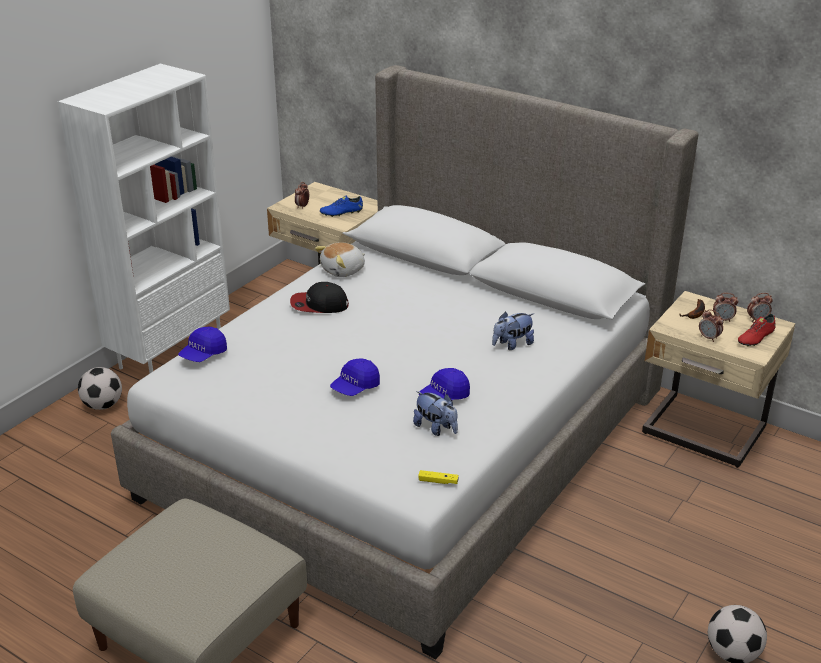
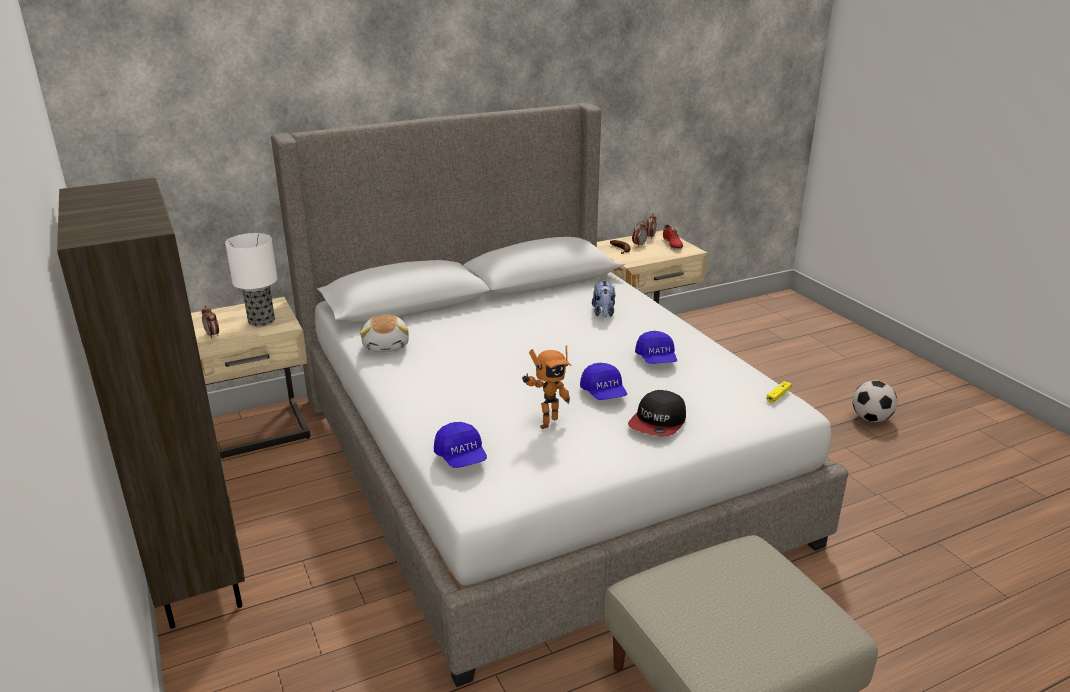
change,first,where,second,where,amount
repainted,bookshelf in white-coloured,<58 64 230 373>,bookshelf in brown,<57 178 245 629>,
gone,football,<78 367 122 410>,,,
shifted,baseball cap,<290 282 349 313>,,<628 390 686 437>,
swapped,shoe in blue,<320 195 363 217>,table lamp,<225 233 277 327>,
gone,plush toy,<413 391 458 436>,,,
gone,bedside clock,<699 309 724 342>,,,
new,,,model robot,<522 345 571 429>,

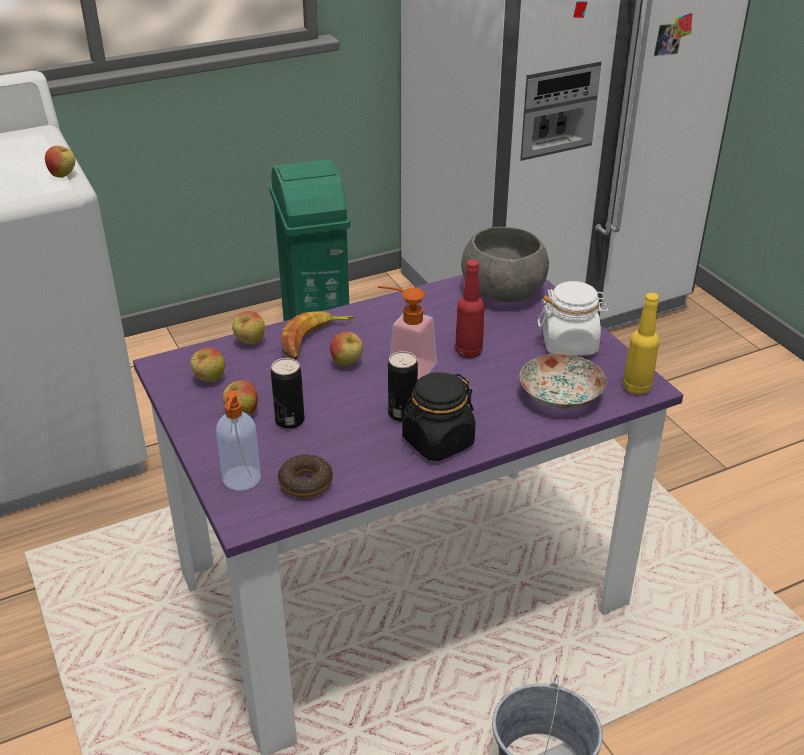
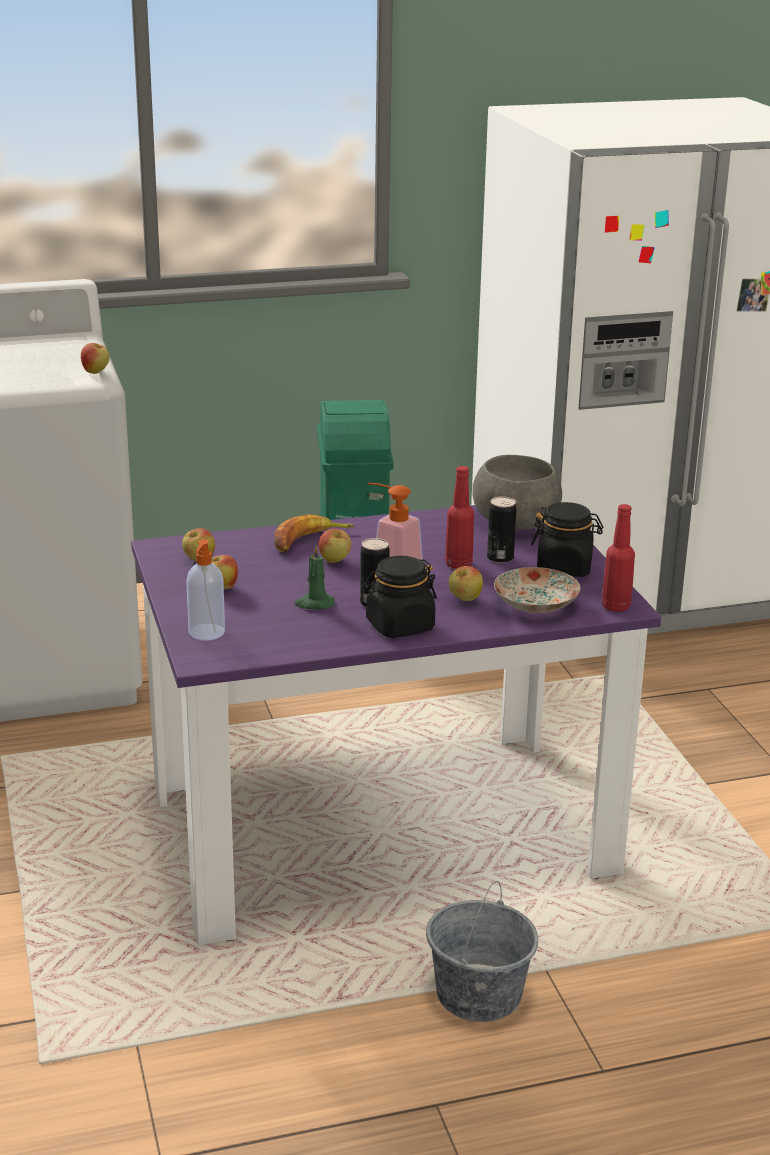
change,first,where,second,where,amount
shifted,apple,<232 311 265 344>,,<449 566 483 601>,
shifted,can,<271 358 305 429>,,<487 496 517 563>,
gone,ring doughnut,<278 455 333 498>,,,
repainted,storage jar in white-coloured,<538 281 610 356>,storage jar in black-coloured,<531 502 603 577>,
repainted,beverage bottle in yellow,<623 293 659 394>,beverage bottle in reddish,<602 504 635 612>,
new,,,candle in green-coloured,<294 545 335 610>,

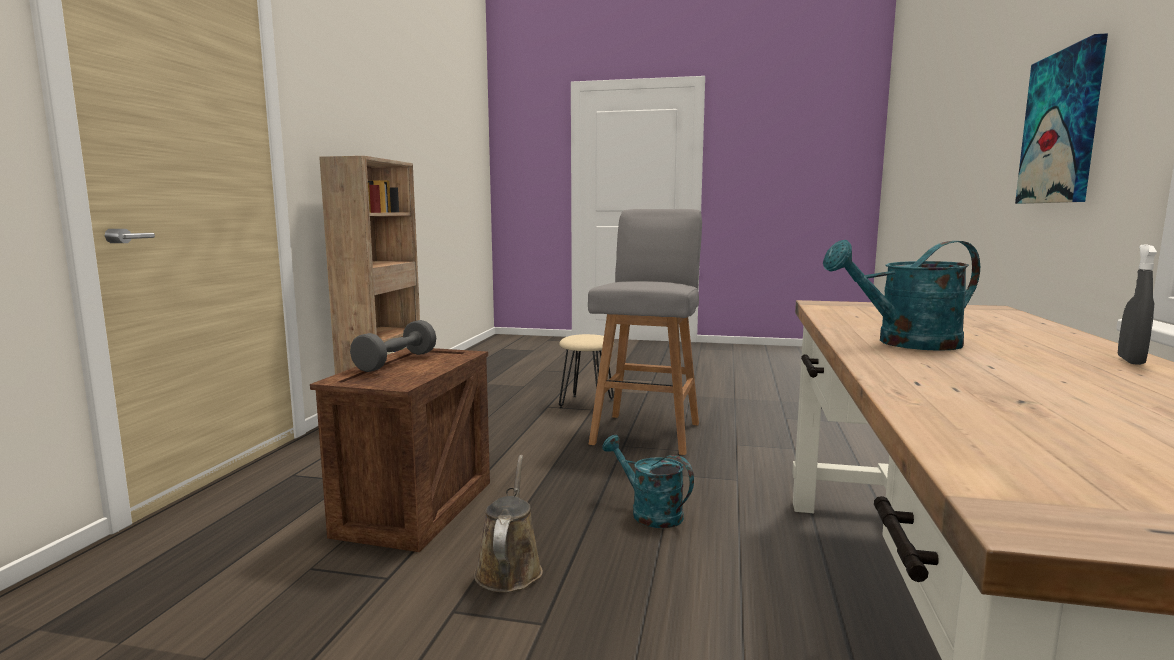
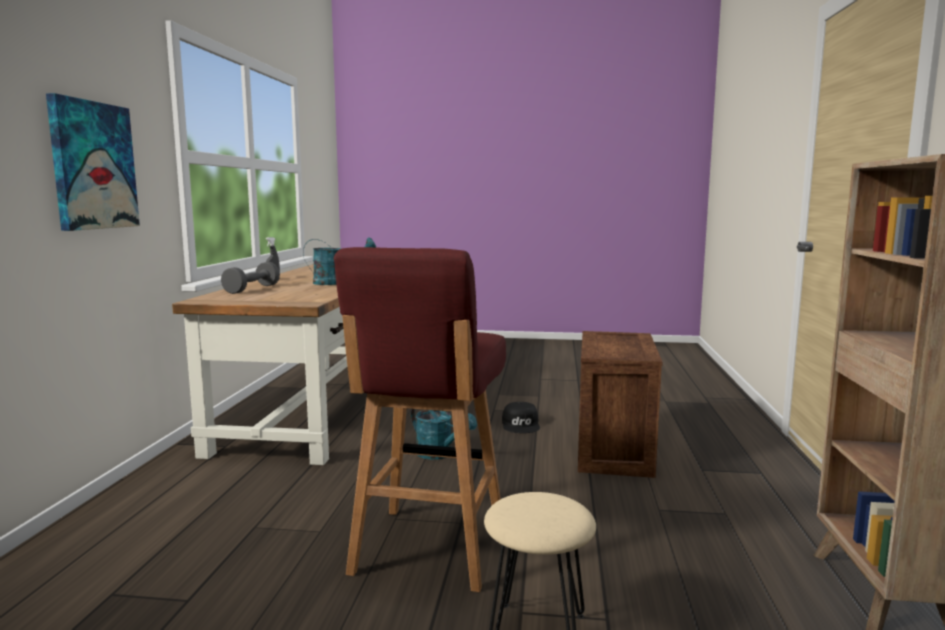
change,first,where,second,where,amount
shifted,hand weight in grey,<350 320 436 372>,,<221 262 280 294>,
swapped,watering can in brown,<474 455 543 592>,baseball cap in black-coloured,<502 402 540 433>,
repainted,stool seat in grey,<588 209 702 455>,stool seat in reddish,<334 247 506 592>,

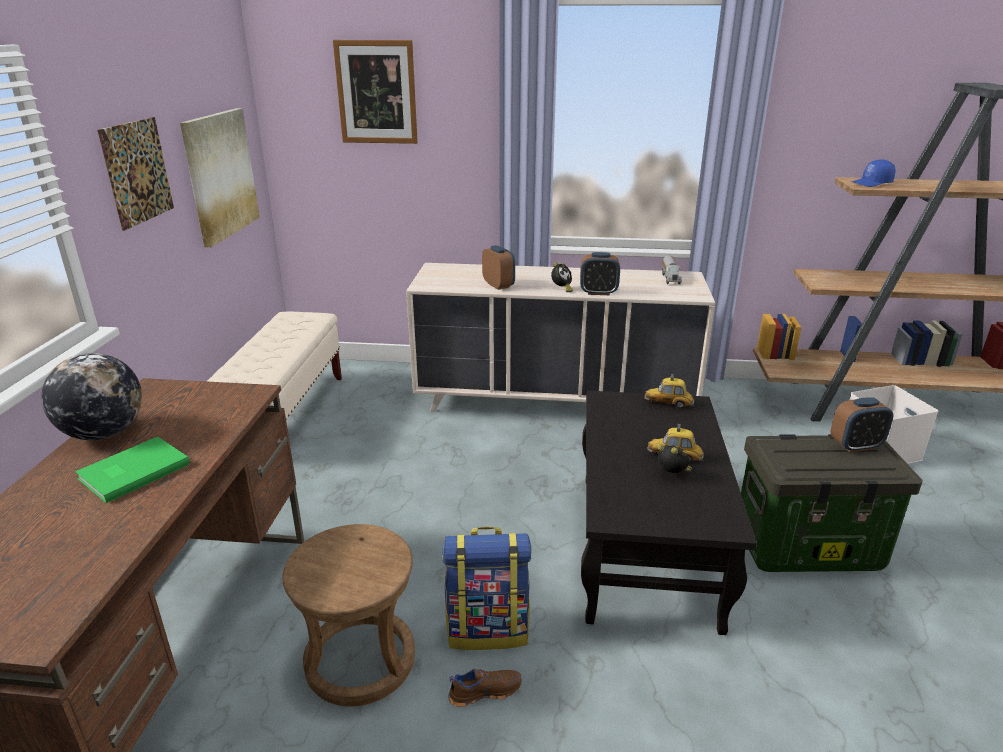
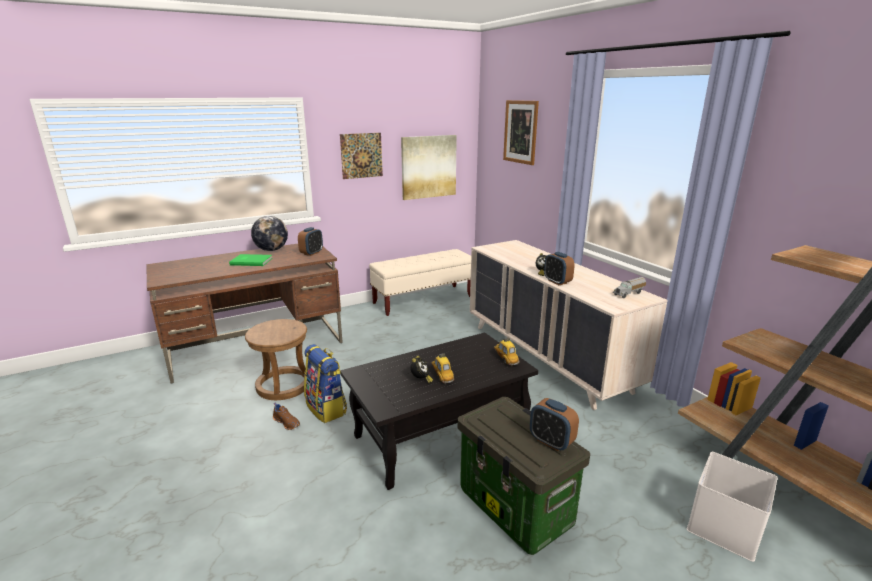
change,first,where,second,where,amount
shifted,bedside clock,<482 245 515 290>,,<298 227 323 256>,
gone,baseball cap in blue,<852 159 895 187>,,,

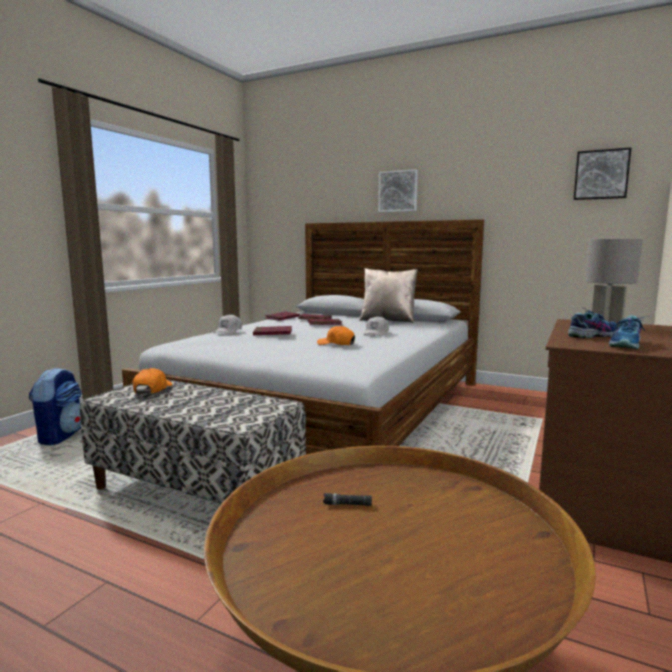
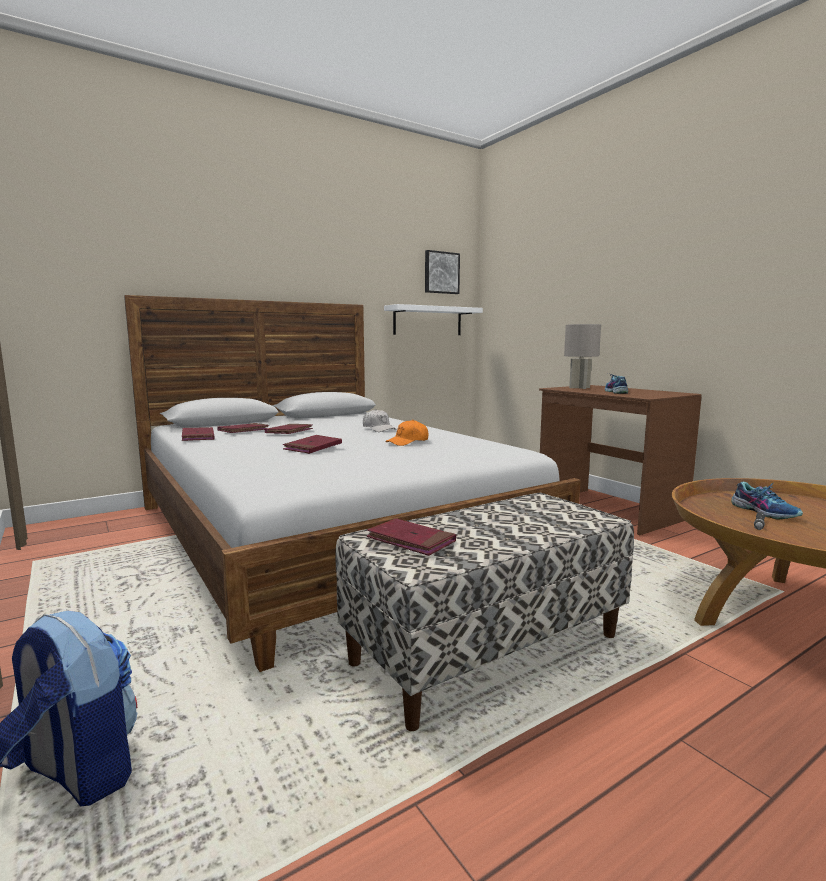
change,first,where,second,where,amount
swapped,baseball cap in orangey,<133 368 172 394>,book in reddish,<367 518 456 556>,
gone,baseball cap in white-coloured,<213 314 242 334>,,,
gone,throw pillow in sand-coloured,<359 268 418 323>,,,
gone,wall picture,<378 169 418 212>,,,
shifted,shoe,<609 315 648 350>,,<731 482 803 520>,
new,,,wall shelf in white-coloured,<384 304 483 335>,

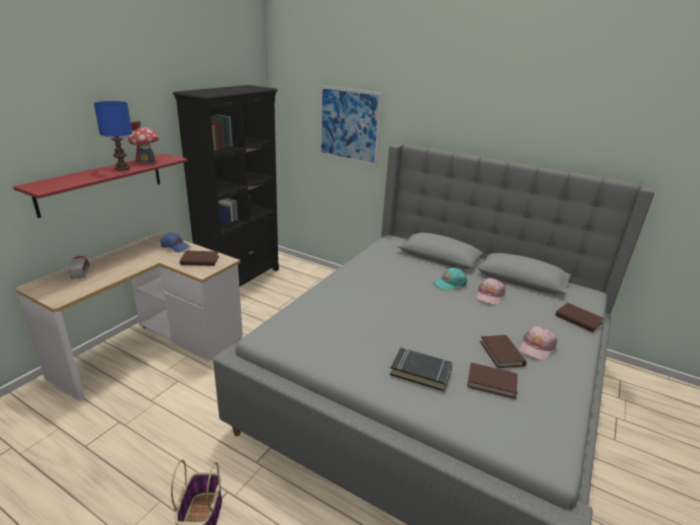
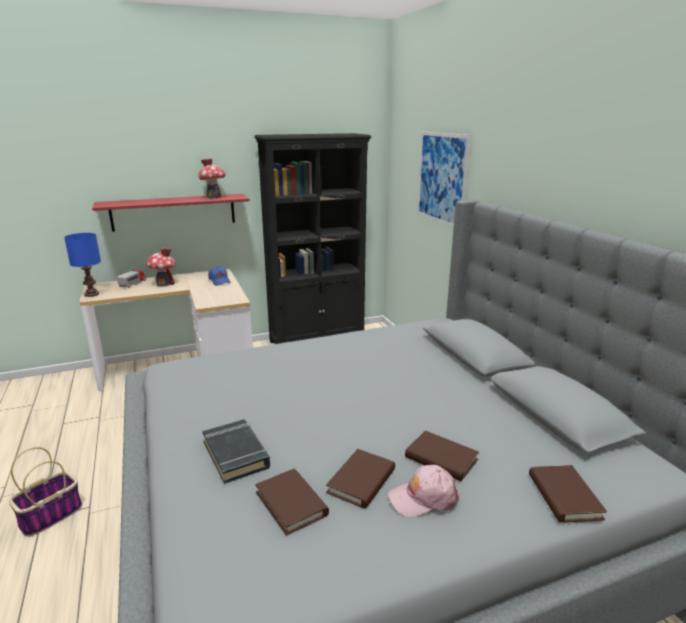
change,first,where,second,where,amount
shifted,table lamp in blue,<94 101 132 170>,,<64 233 101 297>,
shifted,book in brown,<180 251 219 266>,,<405 431 479 481>,
gone,baseball cap in turquoise-coloured,<433 267 467 291>,,,
gone,baseball cap in pink-coloured,<476 278 506 305>,,,
new,,,miniature house,<146 247 175 287>,

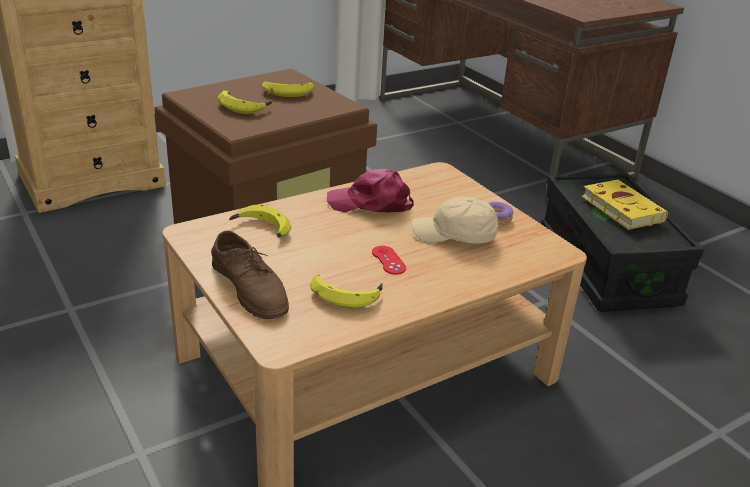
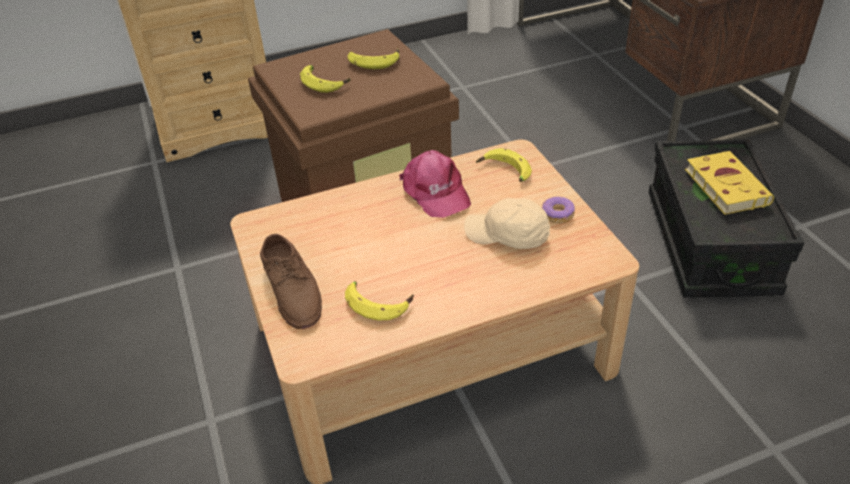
change,first,where,second,where,amount
shifted,whole banana,<229 204 291 238>,,<476 148 532 182>,
rotated,baseball cap in pink-coloured,<327 168 414 213>,,<399 150 471 218>,135 degrees counterclockwise
gone,gamepad in reddish,<372 246 406 275>,,,

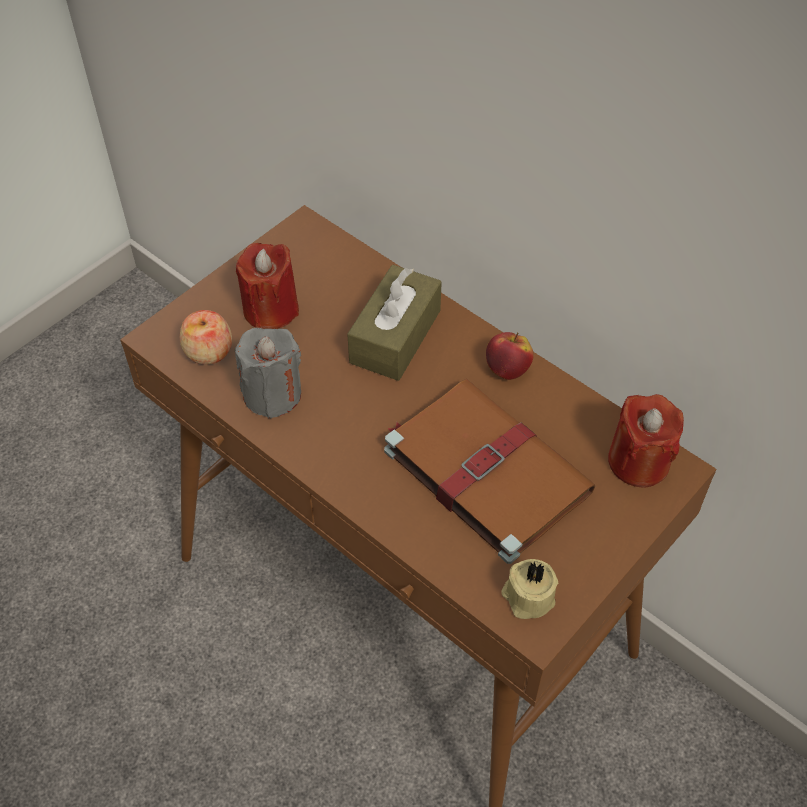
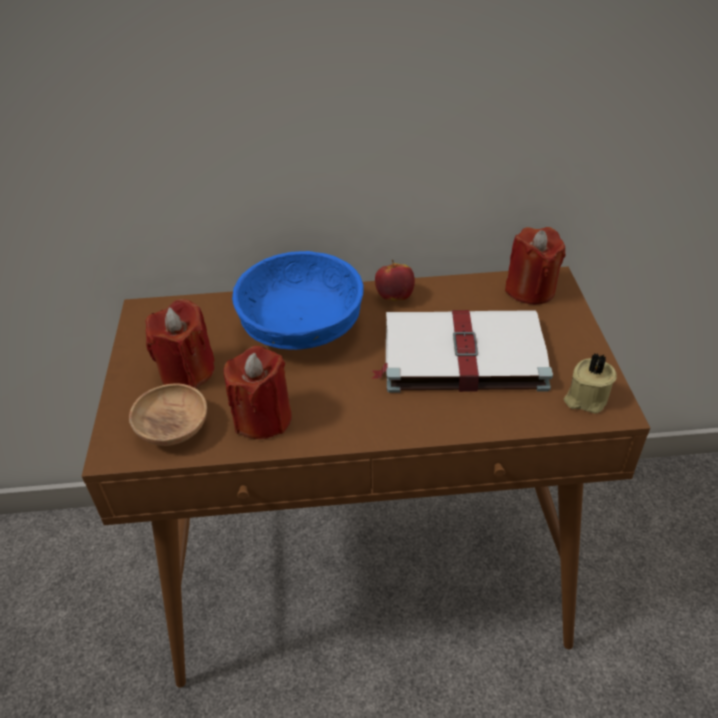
change,first,where,second,where,amount
swapped,apple,<179 310 232 365>,serving bowl in brown,<129 383 207 446>,
repainted,candle in grey,<235 328 301 419>,candle in reddish,<224 346 292 439>,
swapped,tissue holder in brown,<347 265 442 381>,serving bowl in blue,<232 251 363 350>,
repainted,book in brown,<384 379 596 564>,book in white-coloured,<371 310 553 393>,

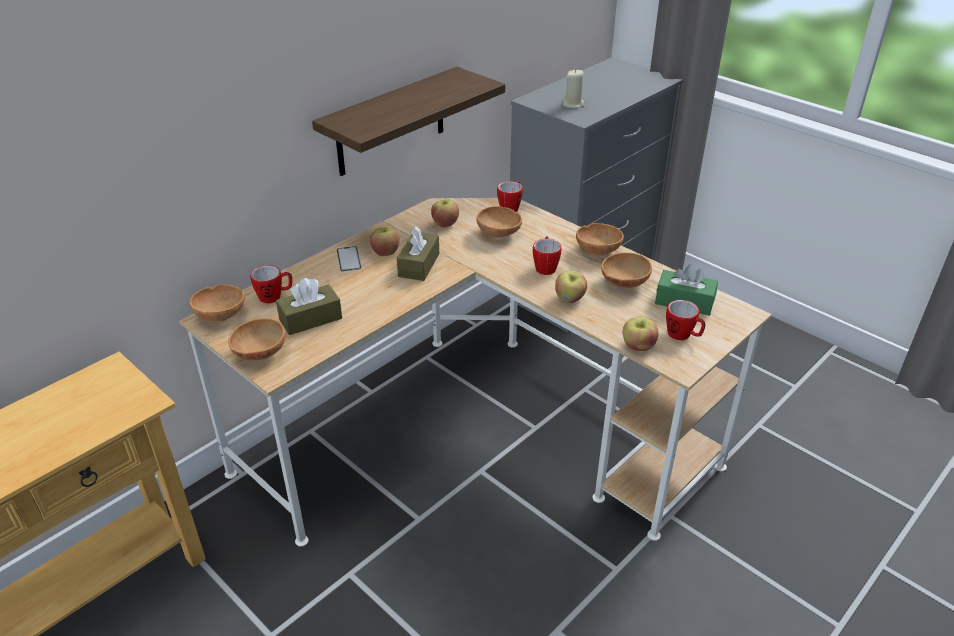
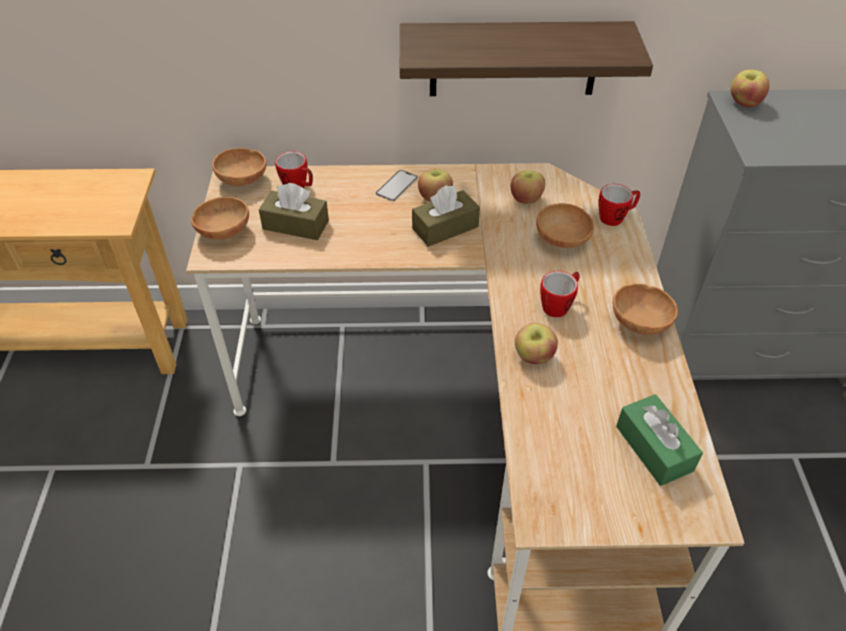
change,first,where,second,where,amount
gone,candle in sand-coloured,<563 69 584 108>,,,
gone,serving bowl in brown,<601 252 652 288>,,,
shifted,apple,<623 316 658 351>,,<731 69 770 108>,
gone,coffee mug,<666 300 705 340>,,,

